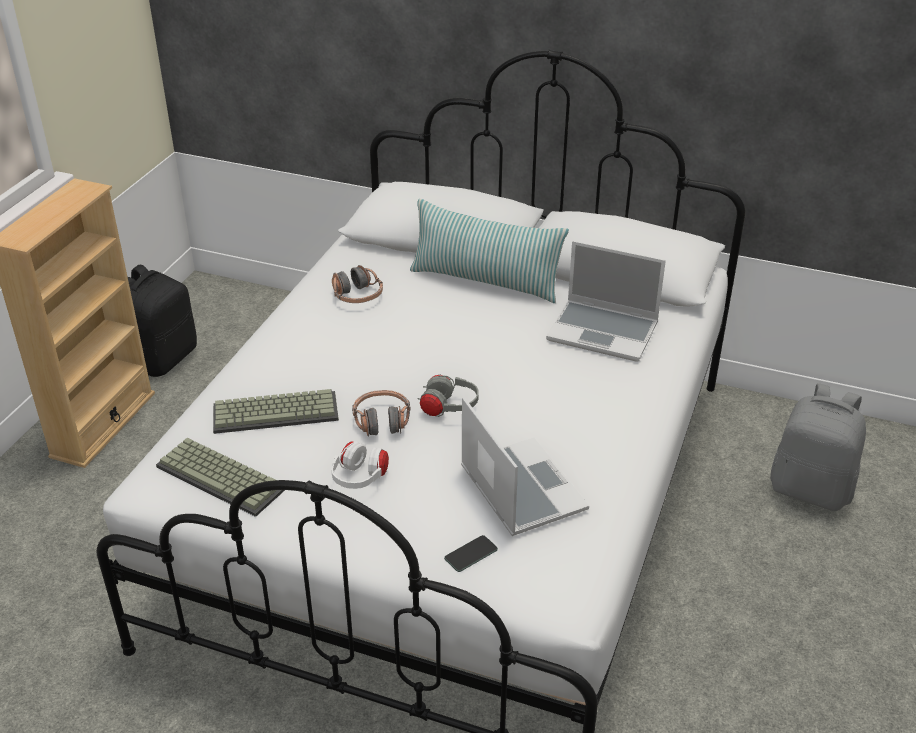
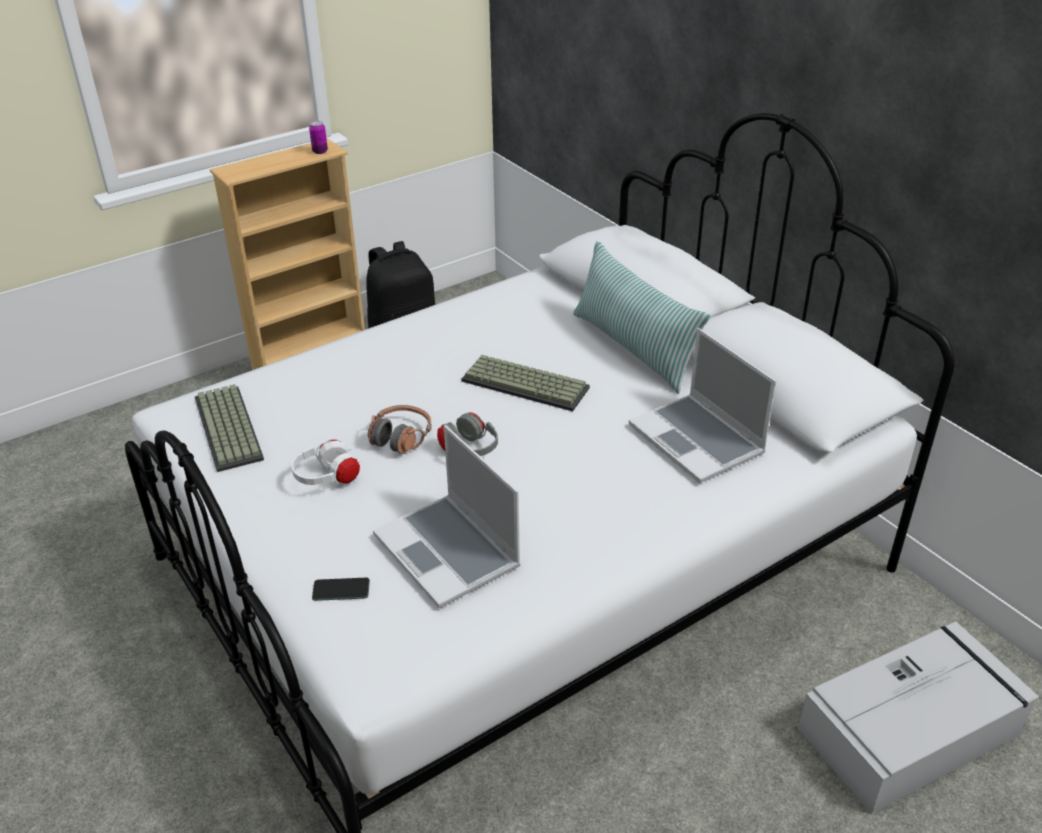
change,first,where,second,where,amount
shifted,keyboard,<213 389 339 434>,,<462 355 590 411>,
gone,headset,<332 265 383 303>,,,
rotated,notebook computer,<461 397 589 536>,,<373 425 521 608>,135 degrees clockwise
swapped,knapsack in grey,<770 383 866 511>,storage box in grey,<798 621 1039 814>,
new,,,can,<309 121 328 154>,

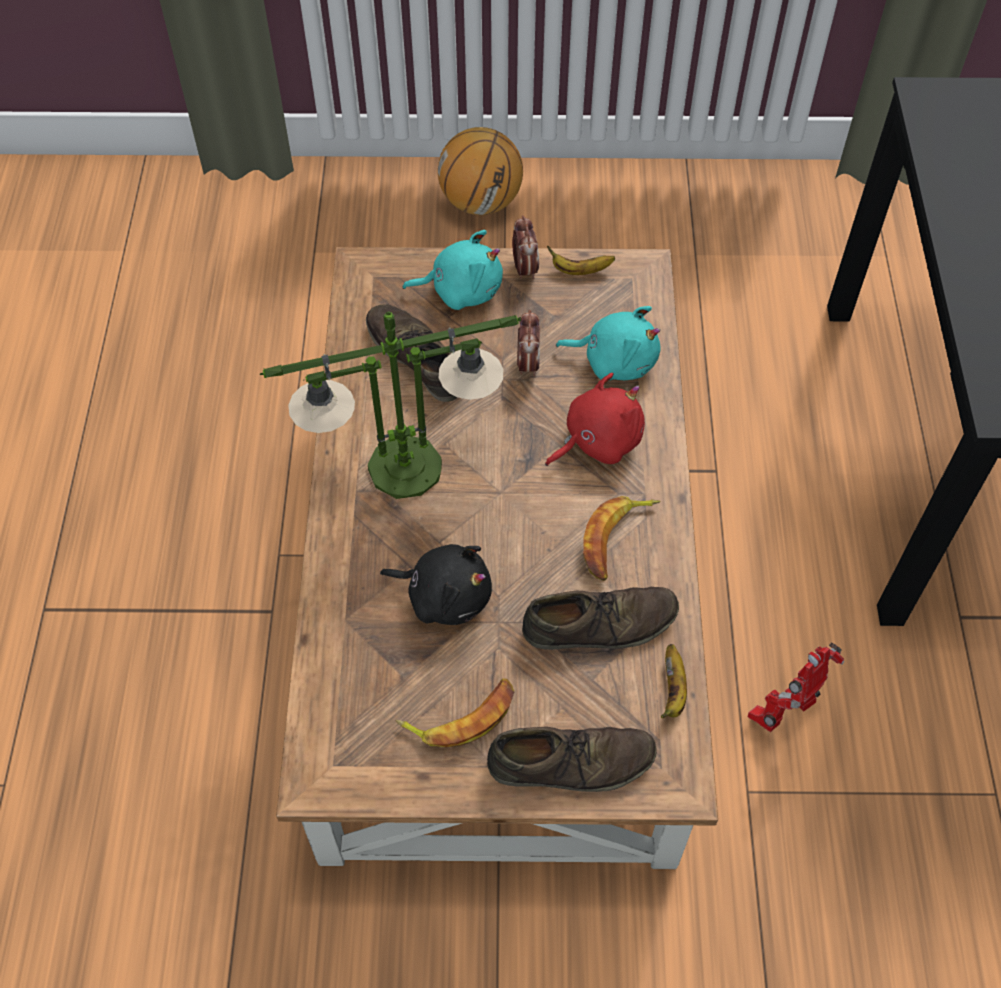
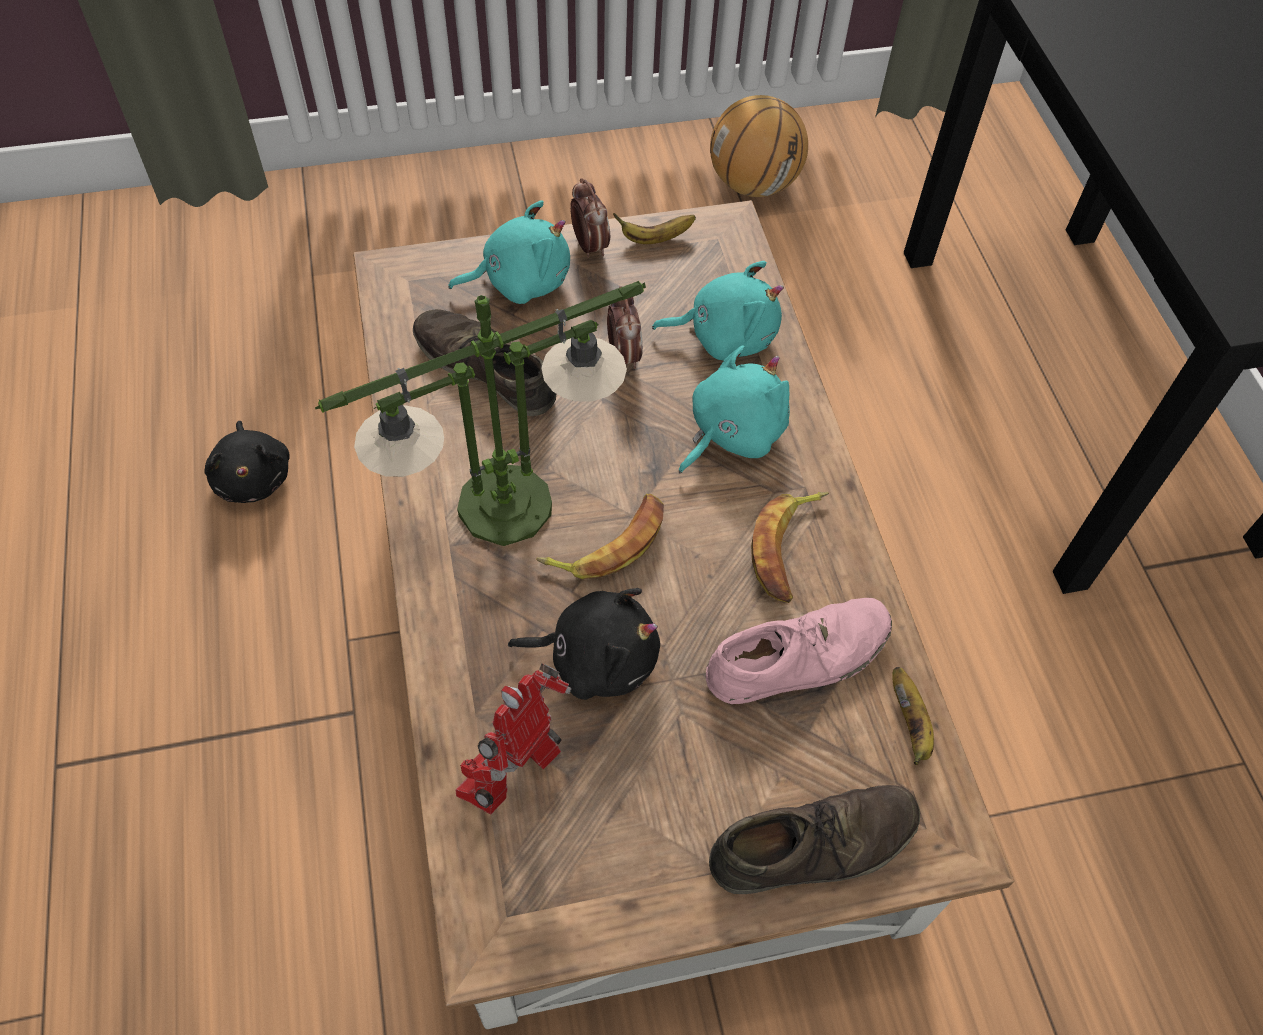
change,first,where,second,where,amount
shifted,whole banana,<395 678 514 747>,,<536 494 664 579>,
shifted,basketball,<438 127 523 215>,,<710 95 808 197>,
repainted,shoe in brown,<522 587 679 650>,shoe in pink-coloured,<706 598 892 704>,
repainted,plush toy in reddish,<545 373 645 466>,plush toy in turquoise-coloured,<679 345 790 473>,
shifted,model robot,<747 642 844 732>,,<455 663 572 814>,
new,,,plush toy in black-coloured,<204 421 290 503>,

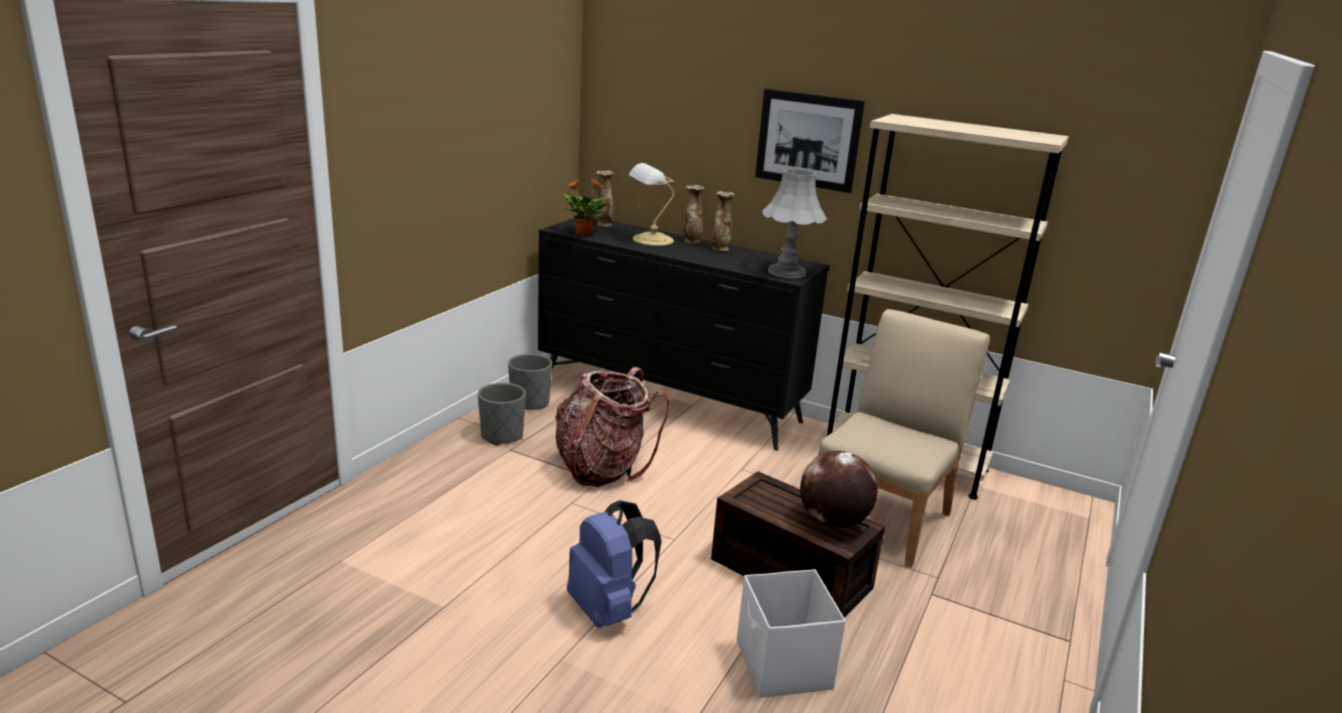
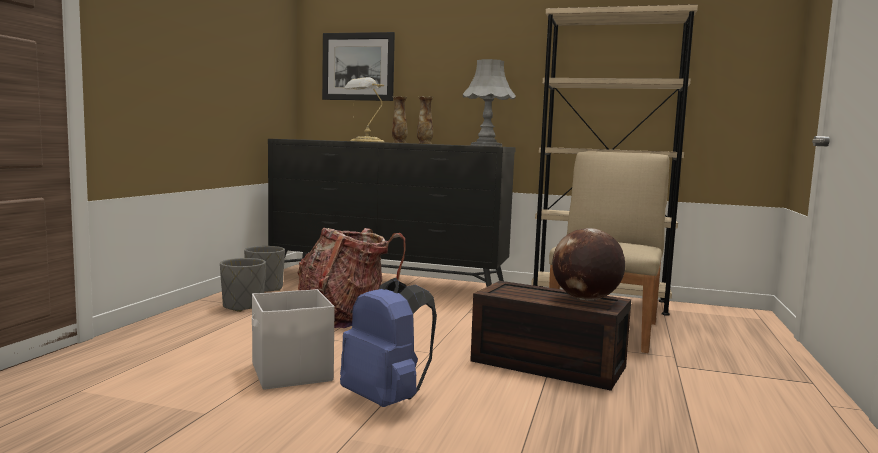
change,first,where,second,where,amount
gone,houseplant,<563 179 608 236>,,,
gone,decorative vase,<595 171 614 227>,,,
shifted,storage box in white-coloured,<737 569 846 698>,,<252 289 335 390>,
shifted,wall picture,<755 89 865 193>,,<322 32 395 101>,

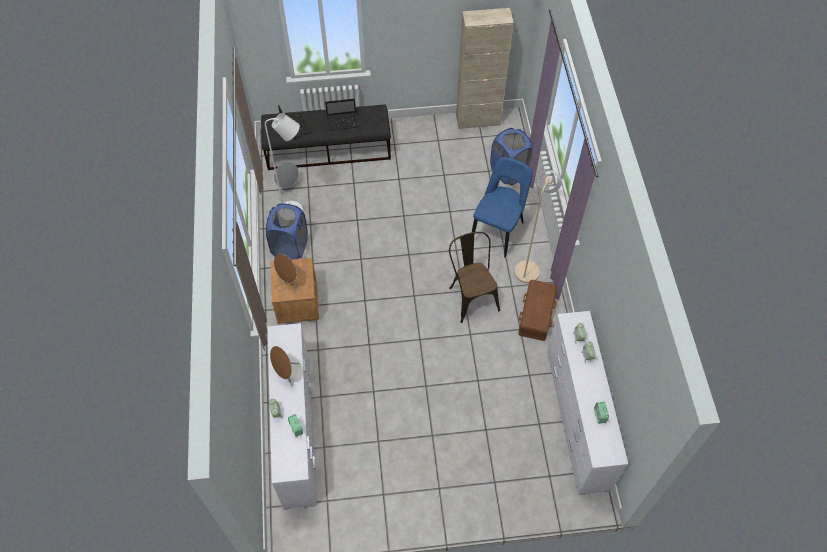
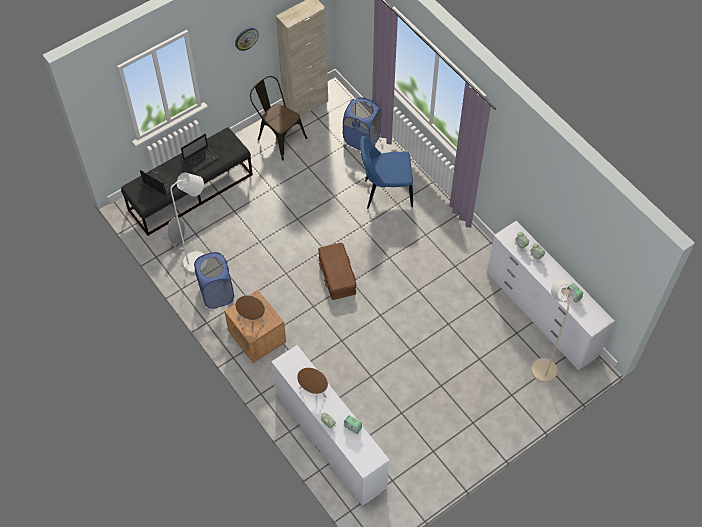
change,first,where,second,where,amount
shifted,plain chair in brown,<449 232 500 323>,,<250 76 307 160>,
rotated,plain chair in blue,<472 157 532 257>,,<360 136 413 209>,90 degrees counterclockwise
shifted,standard lamp in sand-coloured,<514 171 562 283>,,<531 280 576 382>,
shifted,storage box in brown,<518 280 557 341>,,<318 243 357 300>,
new,,,hanging clock,<235 28 259 51>,

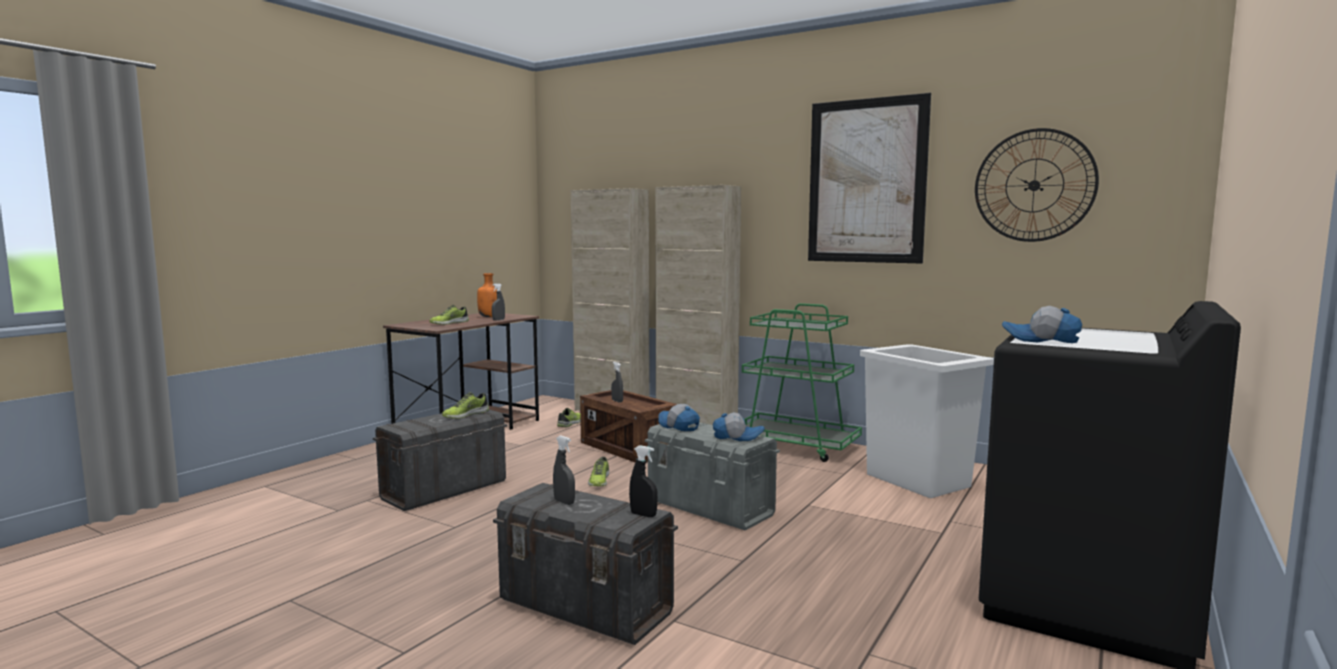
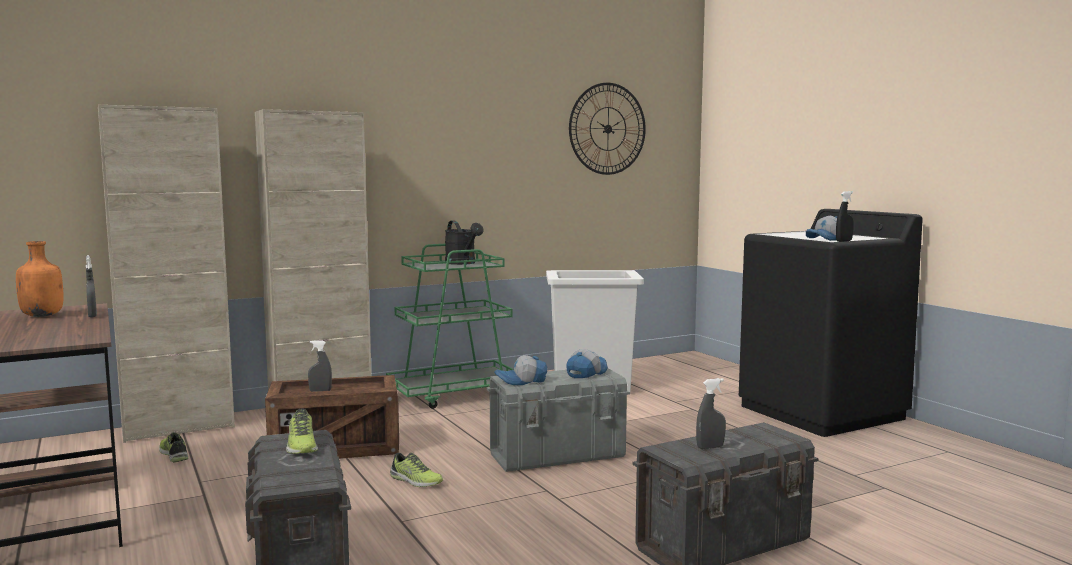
change,first,where,second,where,amount
gone,shoe,<430 305 469 325>,,,
shifted,sprayer in black-coloured,<629 445 658 517>,,<836 191 854 242>,
gone,wall picture,<808 93 931 263>,,,
new,,,watering can in black-coloured,<445 220 484 265>,

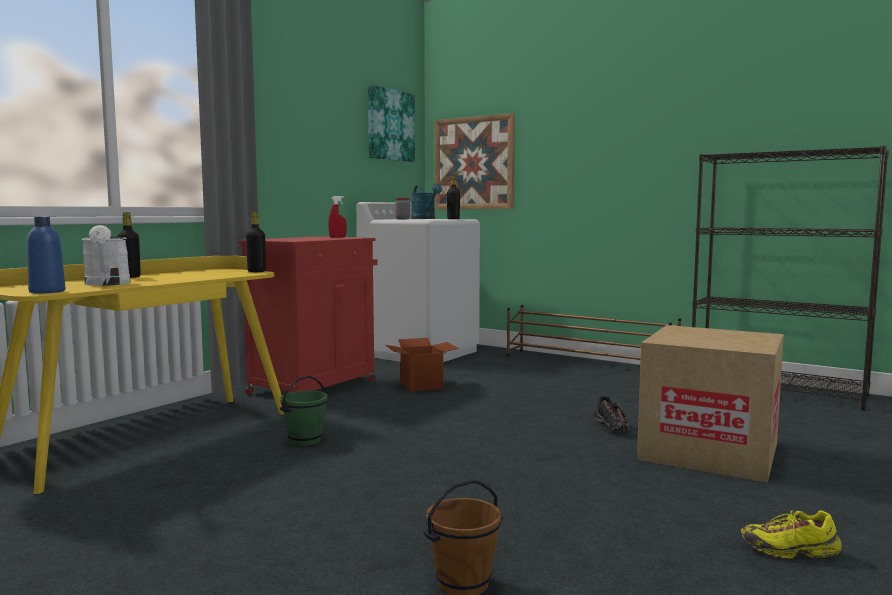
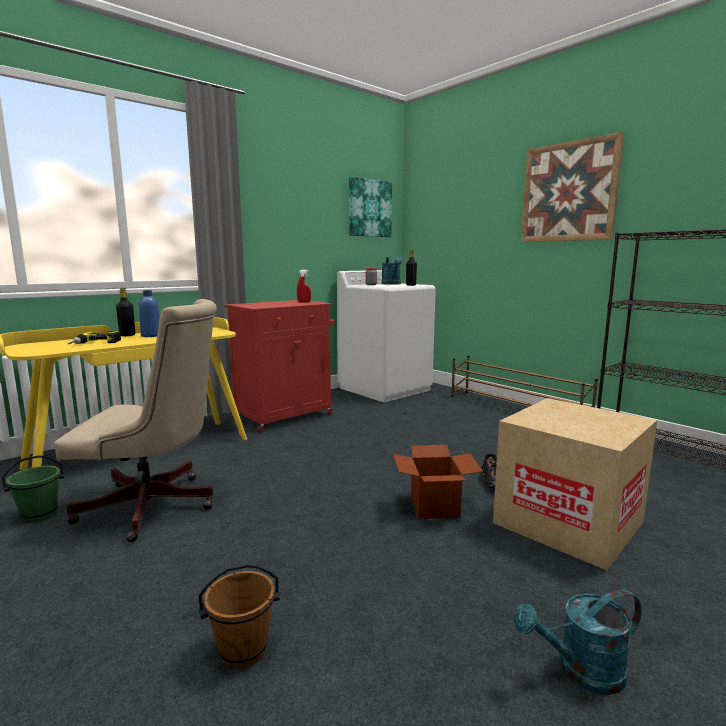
change,first,where,second,where,amount
shifted,beverage bottle in blue,<27 217 65 294>,,<139 290 160 337>,
swapped,watering can in white-coloured,<82 225 130 286>,electric drill,<68 331 121 344>,
gone,beverage bottle in black-coloured,<246 212 266 272>,,,
shifted,pail in green-coloured,<280 376 328 446>,,<2 455 64 523>,
shifted,carton,<385 338 459 392>,,<393 445 483 519>,
shifted,wall picture,<435 113 515 209>,,<521 132 624 242>,
swapped,shoe in yellow,<741 510 841 559>,watering can in turquoise-coloured,<514 589 642 695>,
new,,,computer chair in sand-coloured,<54 299 217 542>,

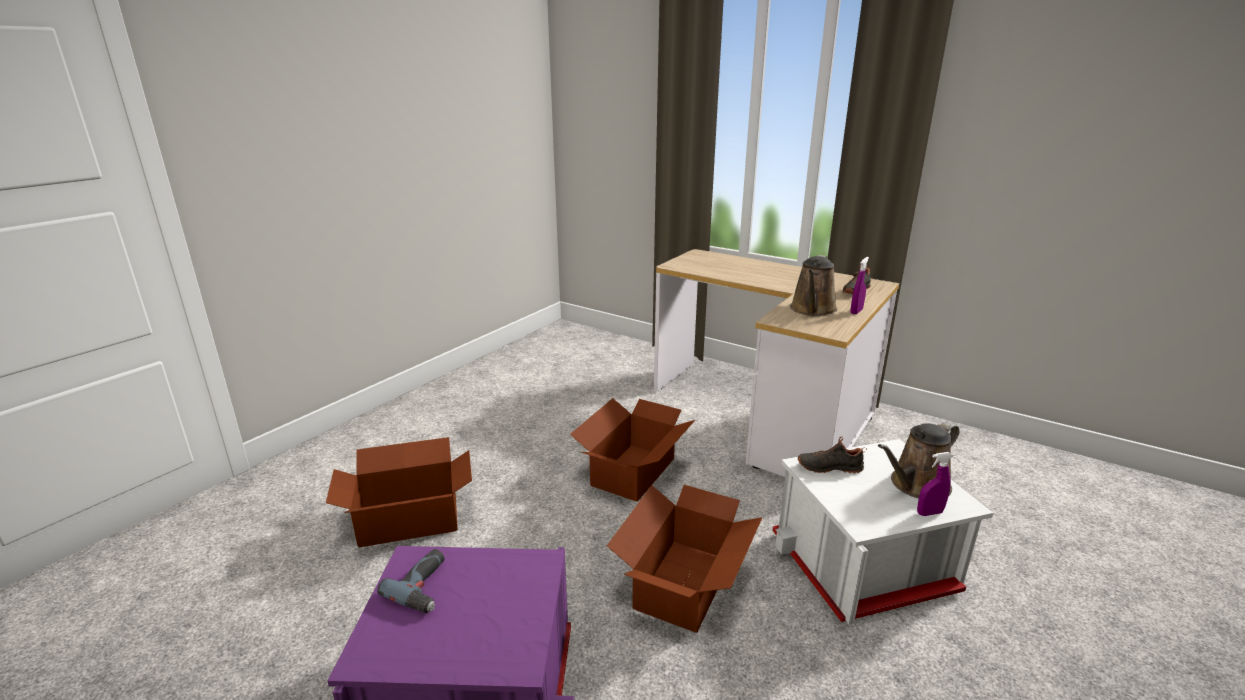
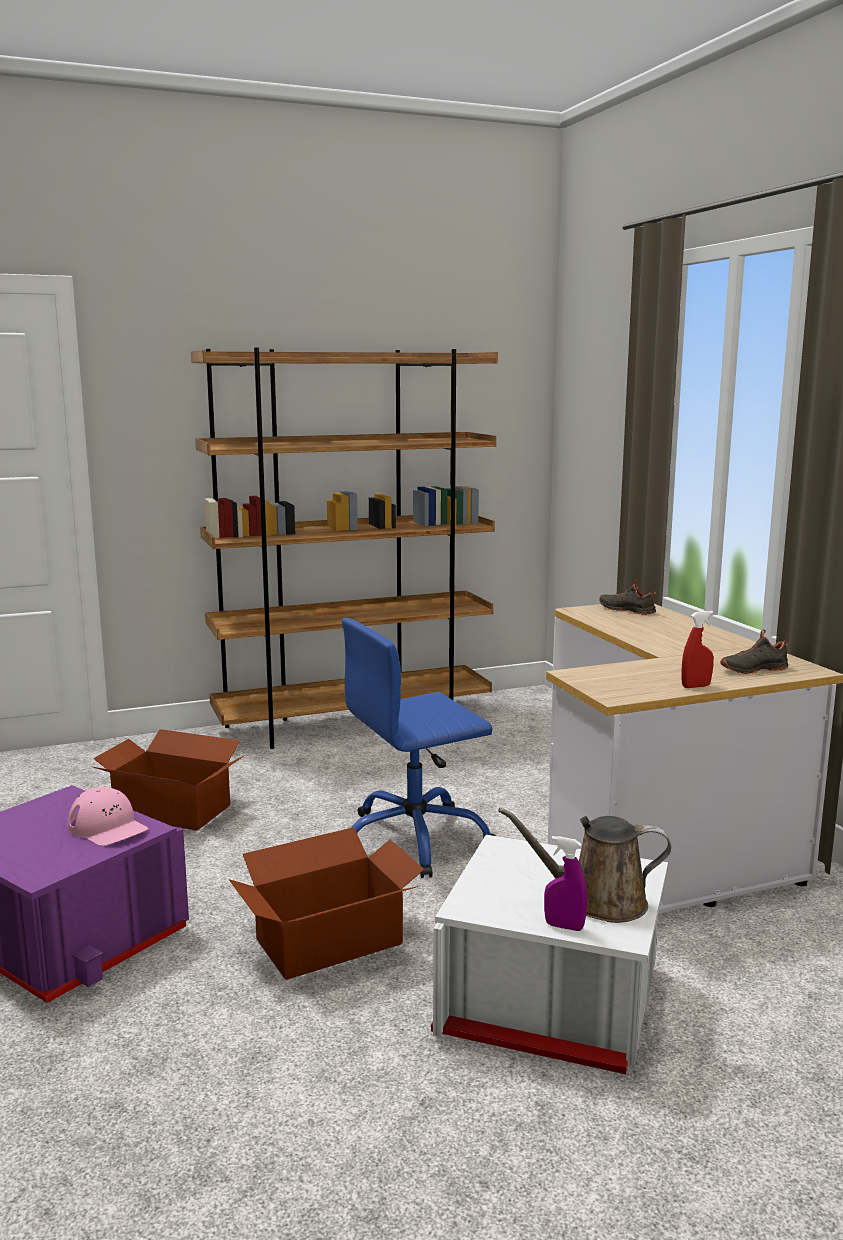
change,first,where,second,where,amount
gone,electric drill,<377 549 444 613>,,,
swapped,carton,<570 398 695 502>,computer chair in blue,<342 618 496 878>,
gone,watering can in brown,<790 255 837 316>,,,
shifted,shoe in black-coloured,<798 436 867 473>,,<599 579 656 615>,
repainted,sprayer in purplish,<850 257 869 314>,sprayer in reddish,<681 611 714 688>,
new,,,baseball cap in pink-coloured,<68 787 148 846>,
new,,,bookshelf in brown,<191 347 498 749>,

